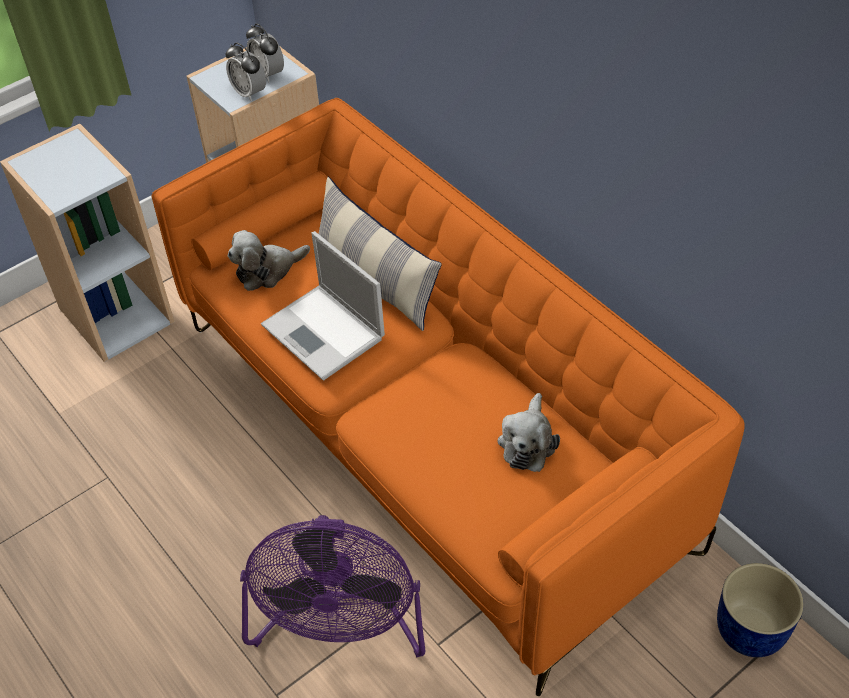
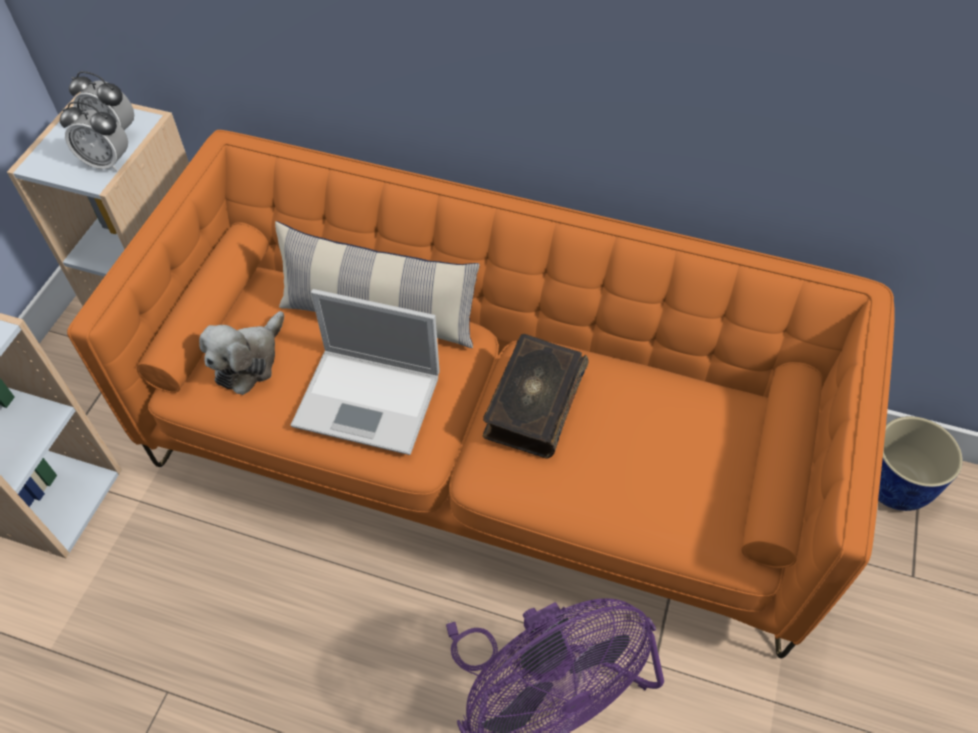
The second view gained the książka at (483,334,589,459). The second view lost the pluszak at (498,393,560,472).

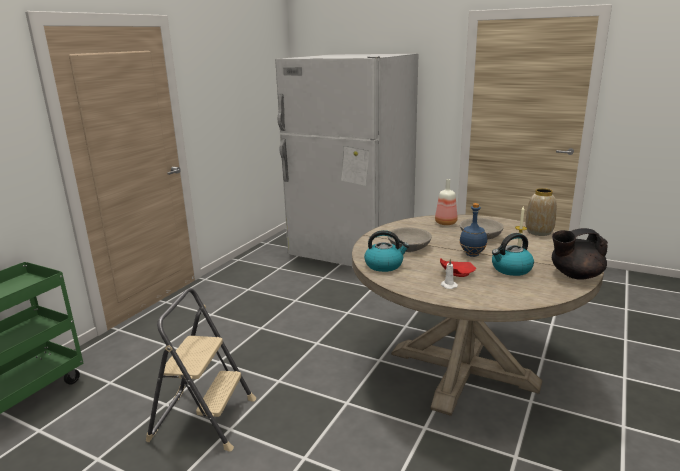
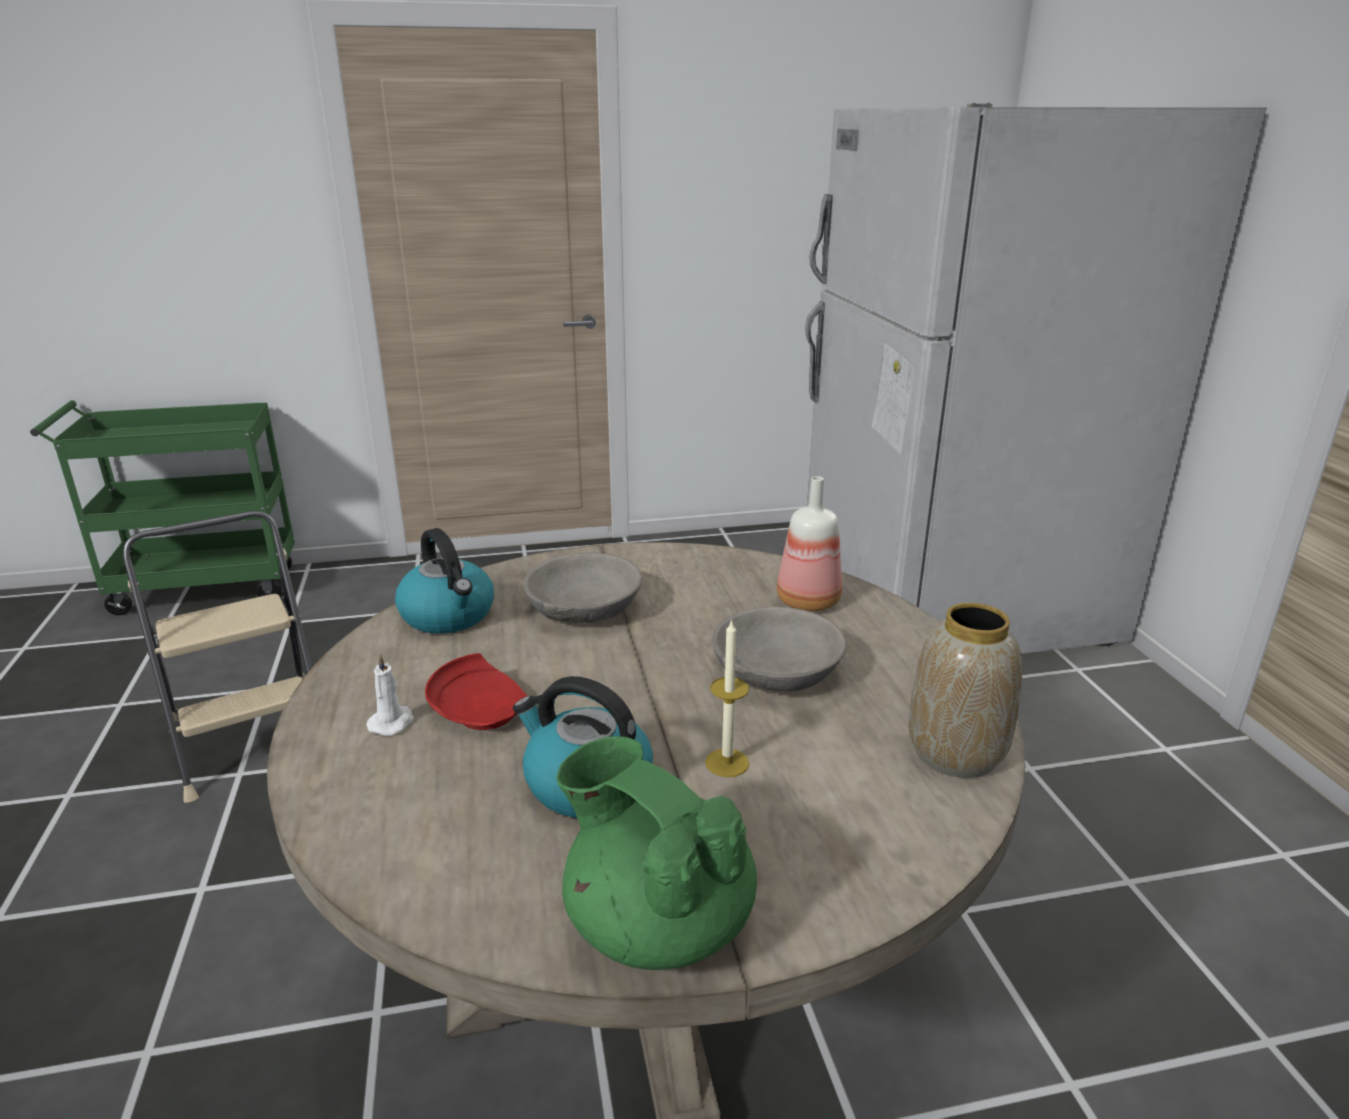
What was the imbryk [czarny] at (552,228,608,280) turned into the imbryk [zielony] at (556,736,757,970). The second view lost the butelka [niebieski] at (459,203,487,257).

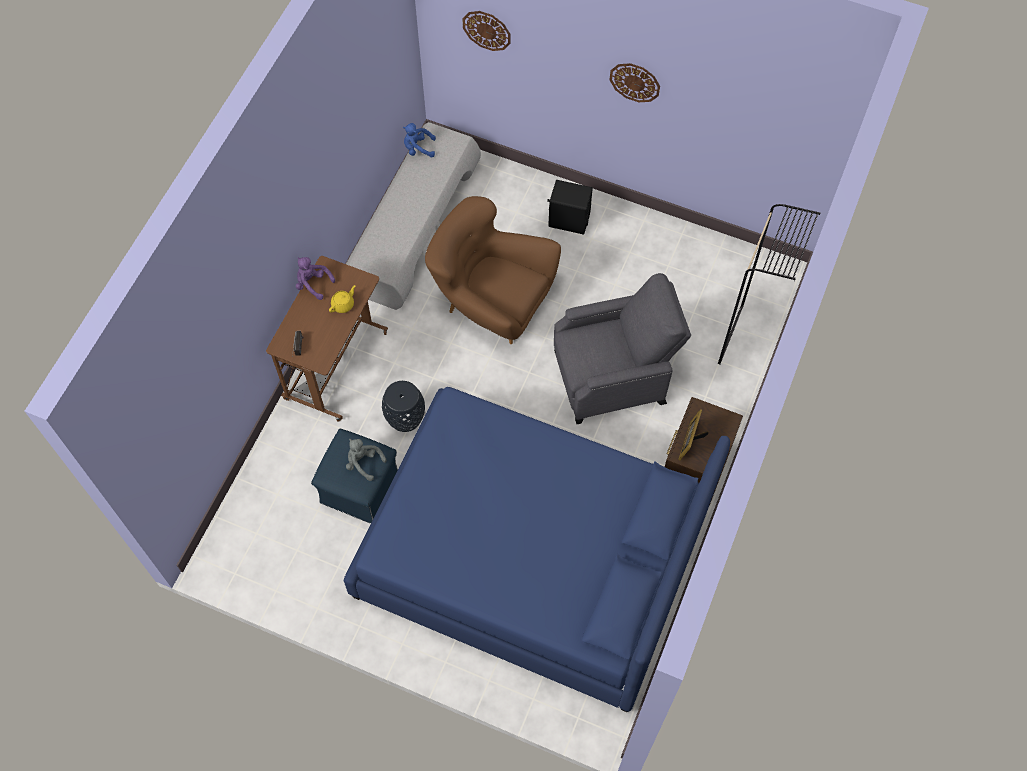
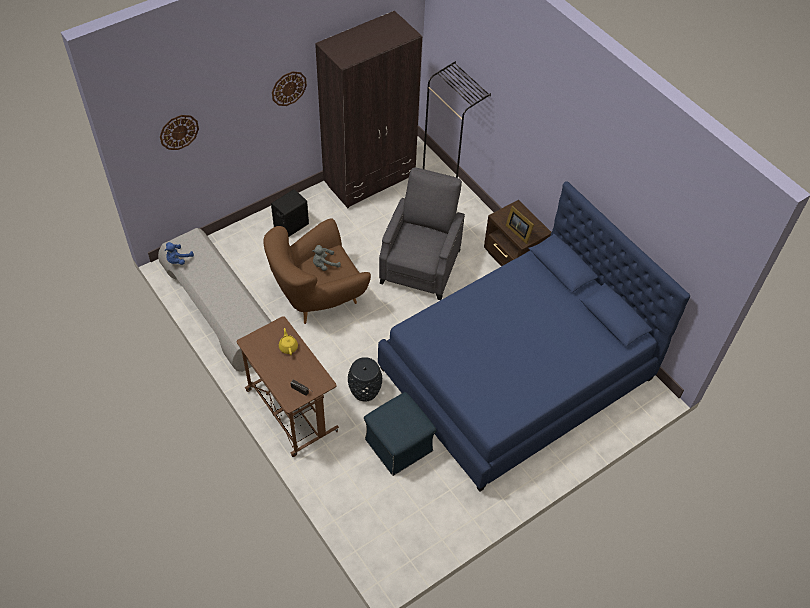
The pluszak [szary] ended up elsewhere, having gone from (346,439,387,481) to (312,245,341,271). The second view gained the szafa [brązowy] at (315,11,422,208). The second view lost the pluszak [fioletowy] at (296,257,335,300).

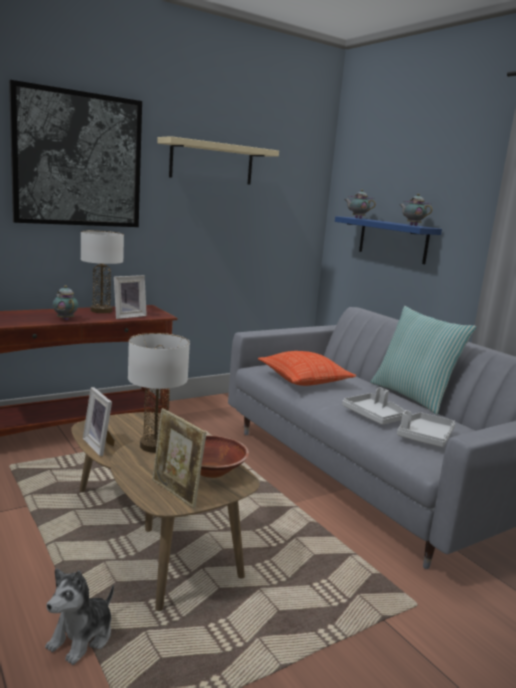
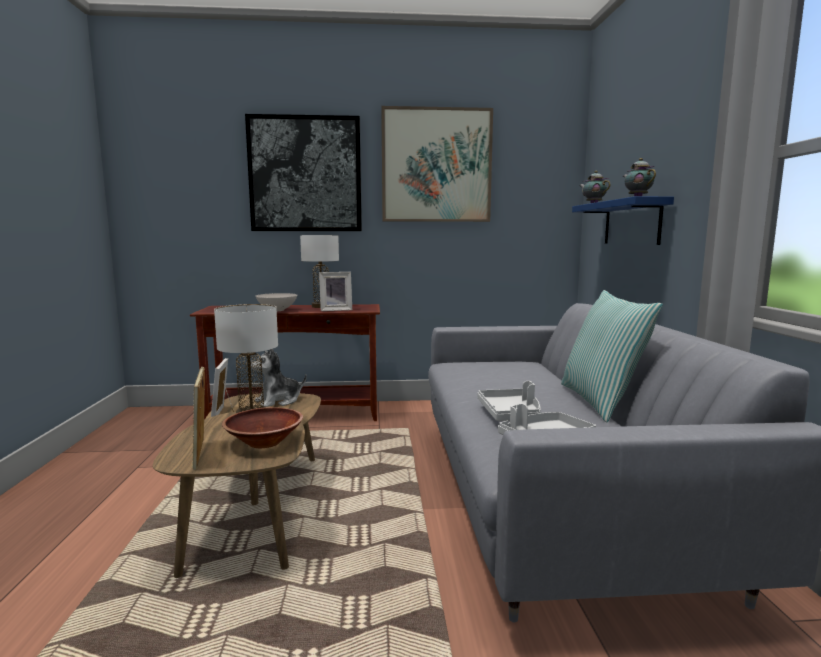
The pluszak ended up elsewhere, having gone from (45,569,114,665) to (251,349,307,407). Where the imbryk stood at (52,285,79,320), the miska [biały] came to stand at (256,293,297,311). Where the półka [beżowy] hung at (157,136,279,185), the obraz came to hang at (381,106,493,222). The second view lost the poduszka [pomarańczowy] at (258,351,356,386).

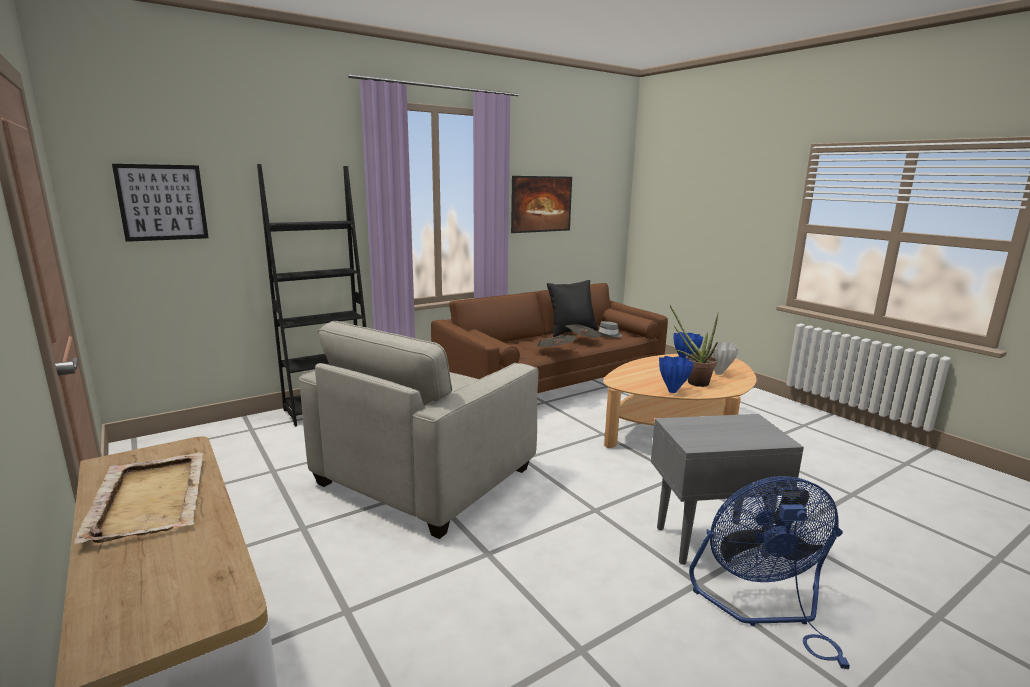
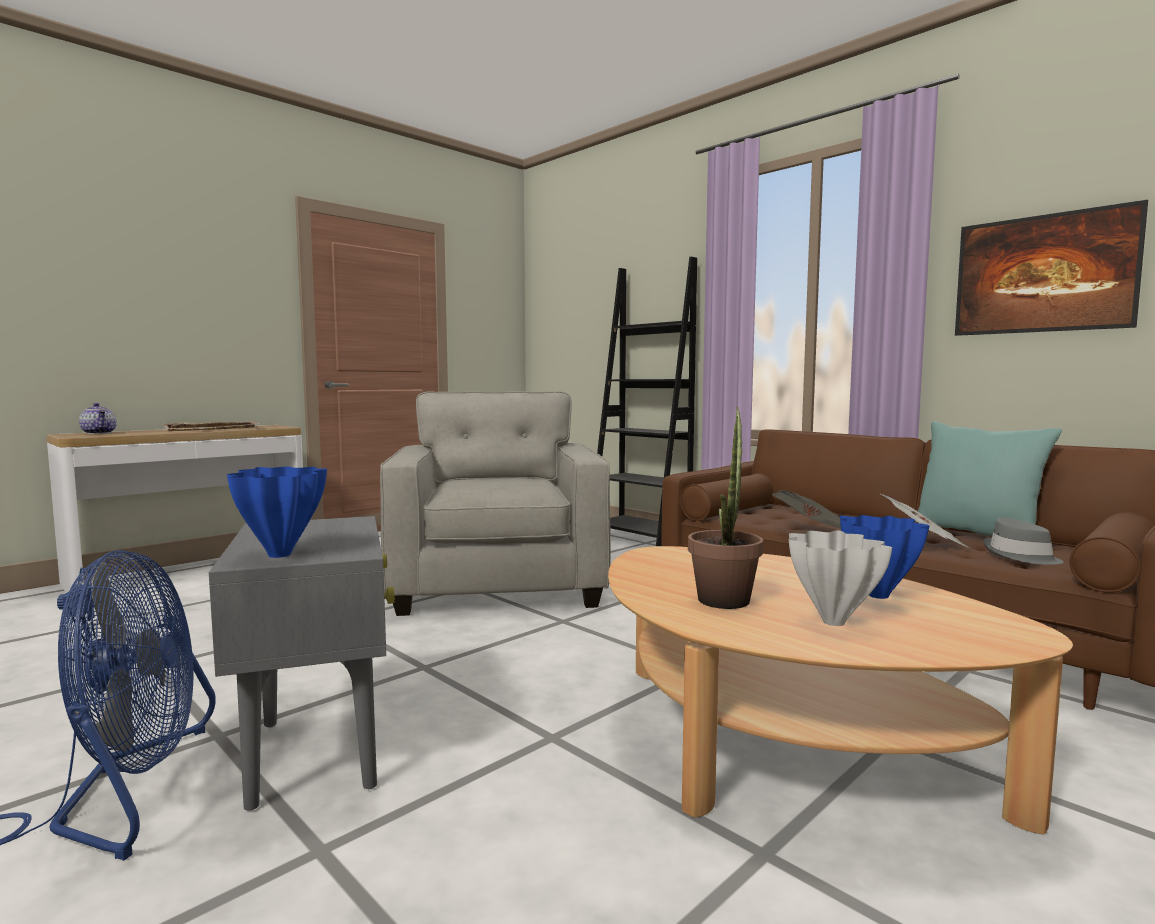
The second view gained the imbryk at (79,403,117,434). The wazon [niebieski] ended up elsewhere, having gone from (659,356,693,393) to (227,467,327,558). The fotel [szary] at (299,321,538,539) ended up facing another way, 60 degrees clockwise from before. What was the poduszka [czarny] at (547,280,598,337) turned into the poduszka [turkusowy] at (918,422,1062,536). The second view lost the obraz at (112,164,209,242).

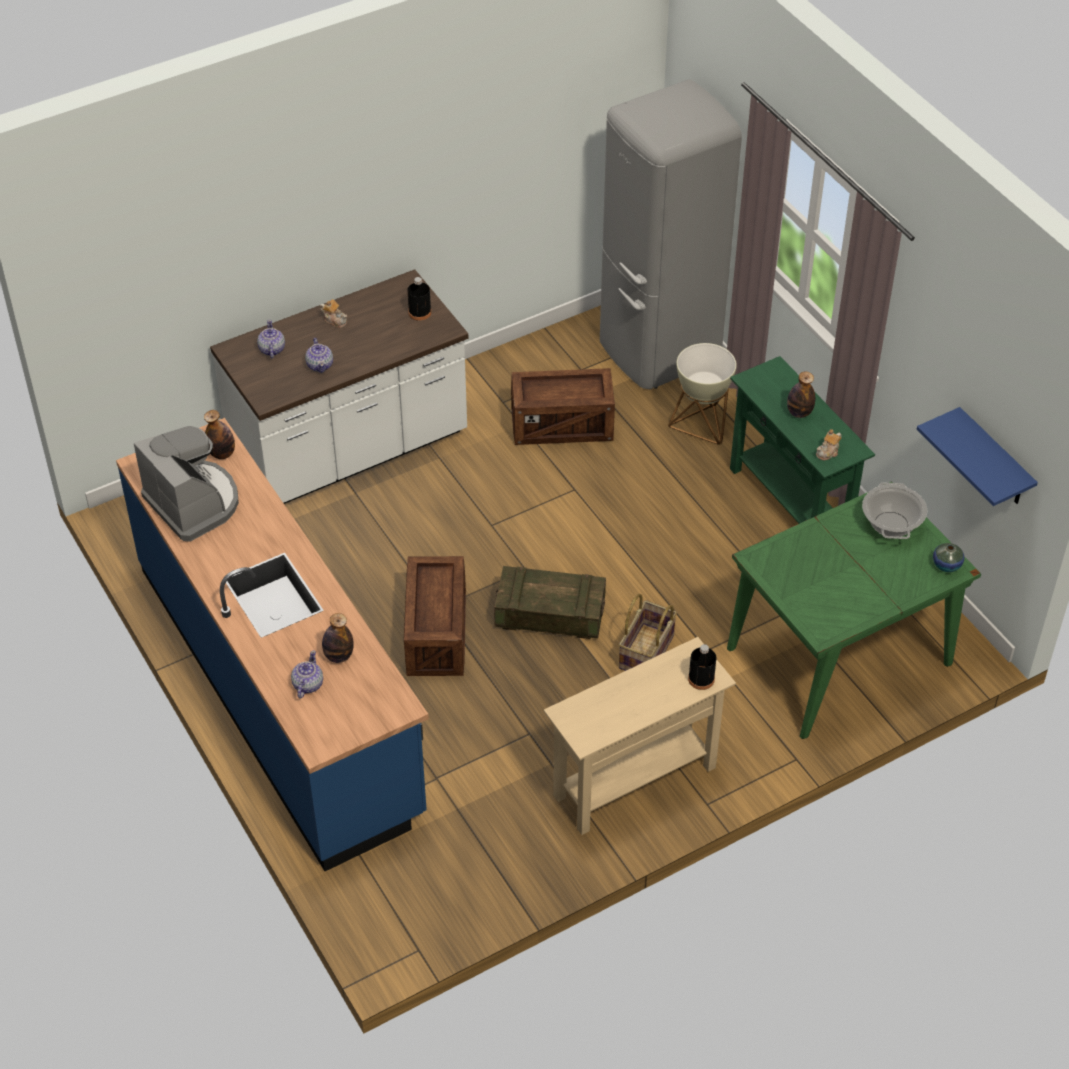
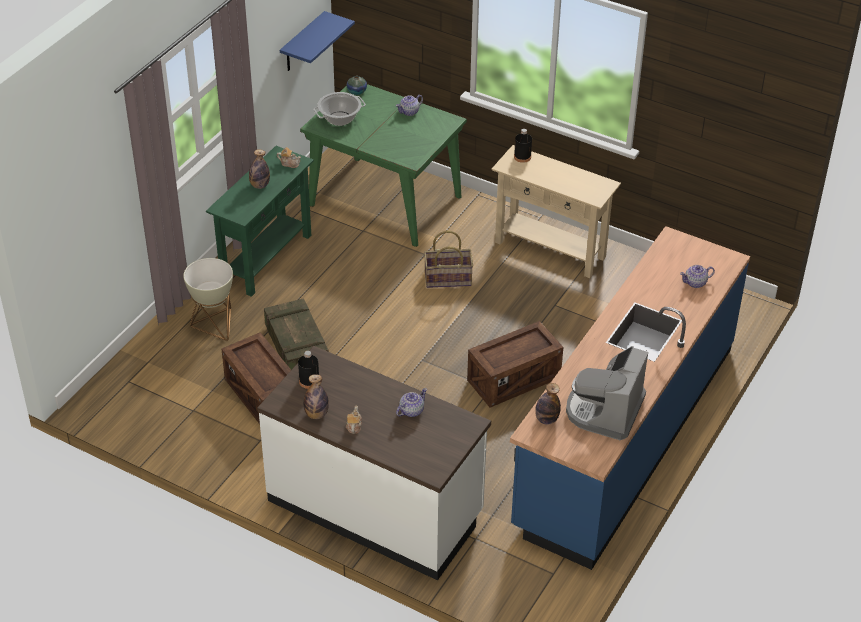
The skrzynka ended up elsewhere, having gone from (494,566,606,639) to (264,298,329,370). The butelka ended up elsewhere, having gone from (322,613,354,663) to (304,374,329,419). The imbryk ended up elsewhere, having gone from (257,320,285,358) to (396,95,423,116). The second view lost the lodówka [szary] at (600,79,742,389).

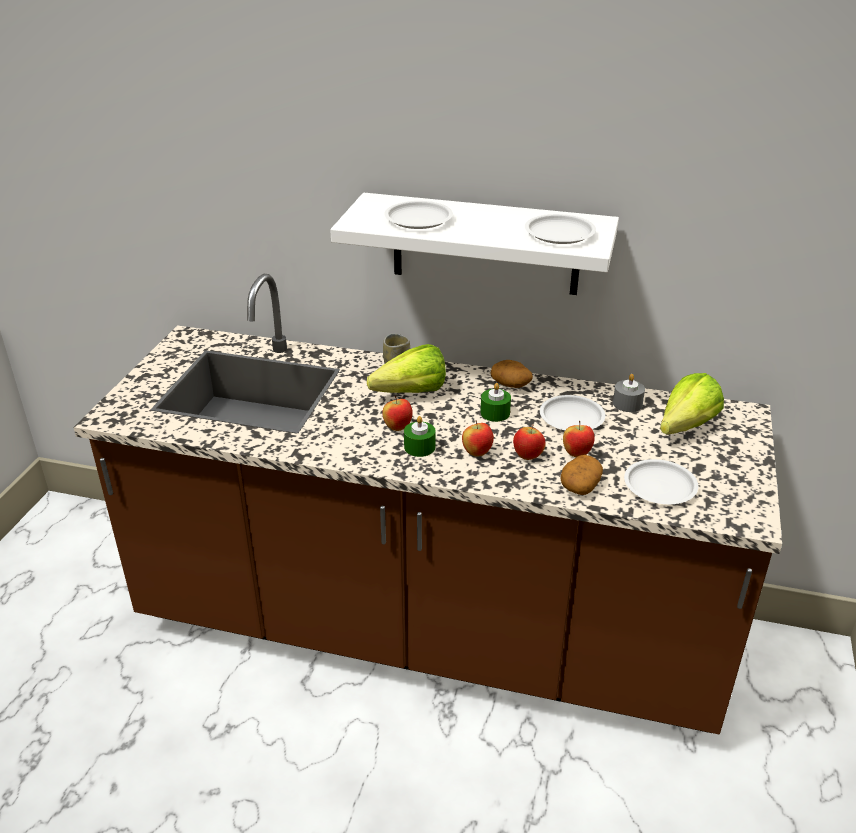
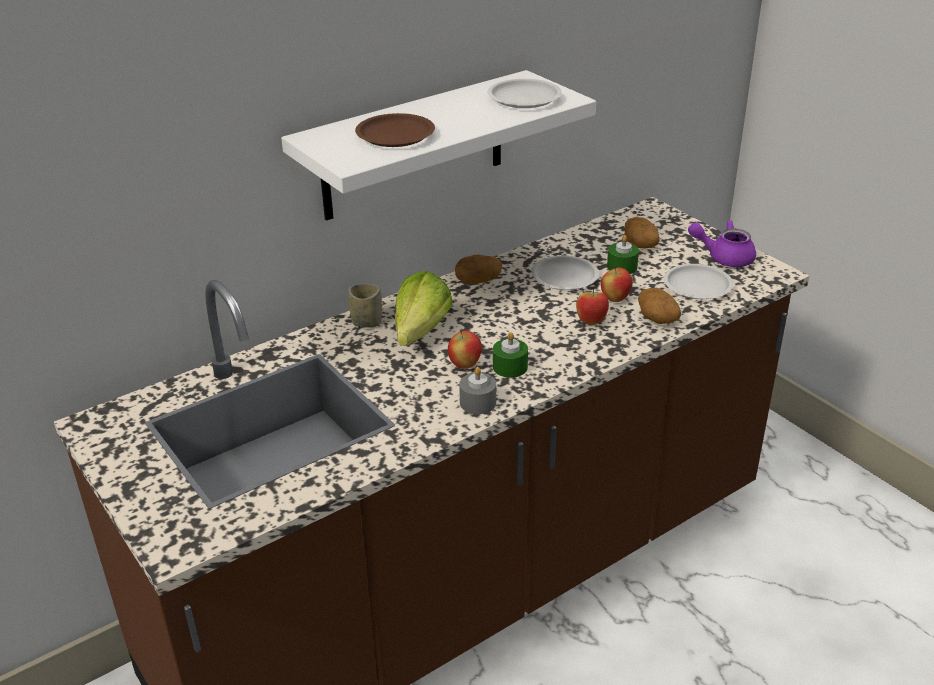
What was the talerz [biały] at (384,201,453,229) turned into the talerz [brązowy] at (355,113,435,147). The świeca [szary] ended up elsewhere, having gone from (613,374,645,412) to (459,367,496,414). The świeca [zielony] ended up elsewhere, having gone from (480,383,511,422) to (607,235,639,274). Where the sałata stood at (660,373,724,434), the ziemniak came to stand at (624,217,659,249). The second view gained the imbryk [fioletowy] at (688,220,756,267). The second view lost the jabłko at (462,420,494,457).

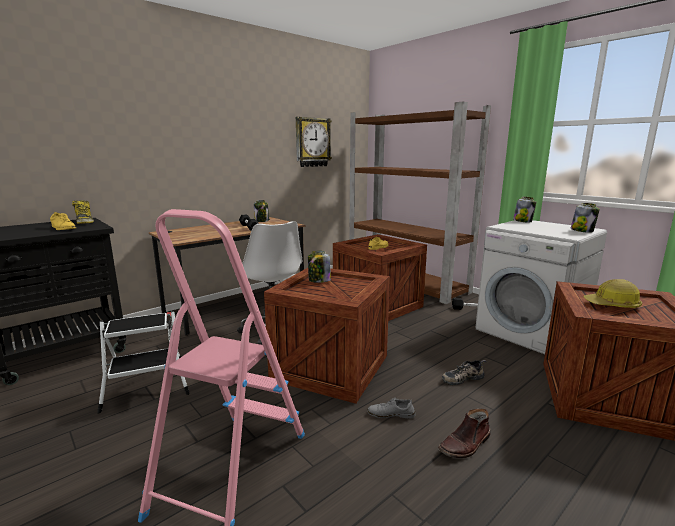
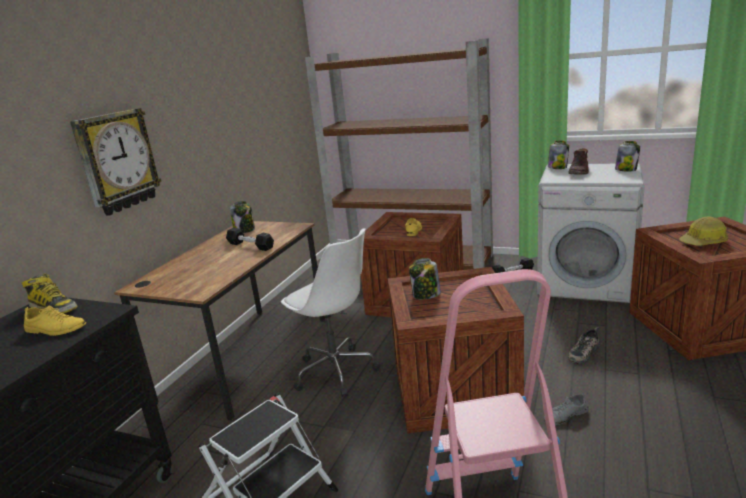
The zegar ścienny ended up elsewhere, having gone from (296,117,332,167) to (70,108,162,216). The but z cholewką [brązowy] ended up elsewhere, having gone from (438,409,490,458) to (568,148,589,175).

